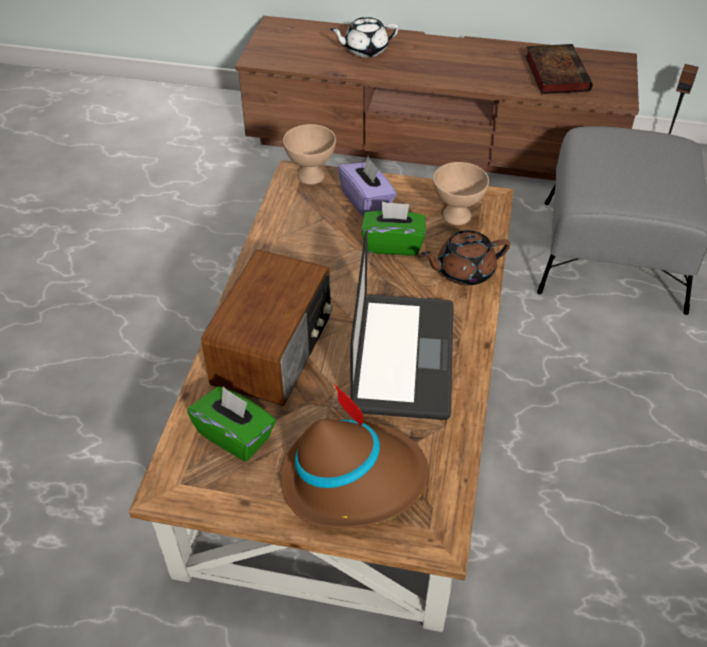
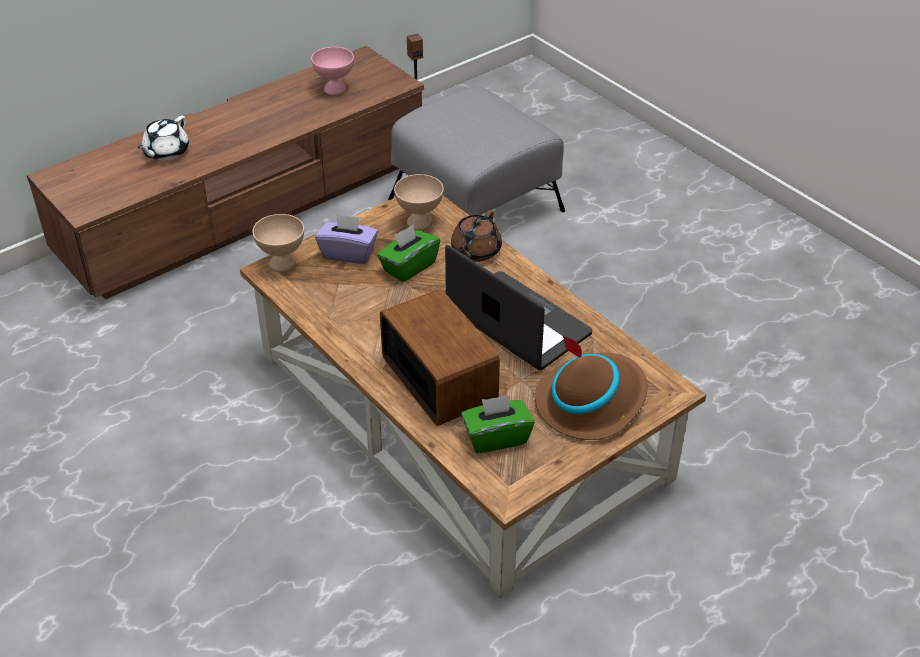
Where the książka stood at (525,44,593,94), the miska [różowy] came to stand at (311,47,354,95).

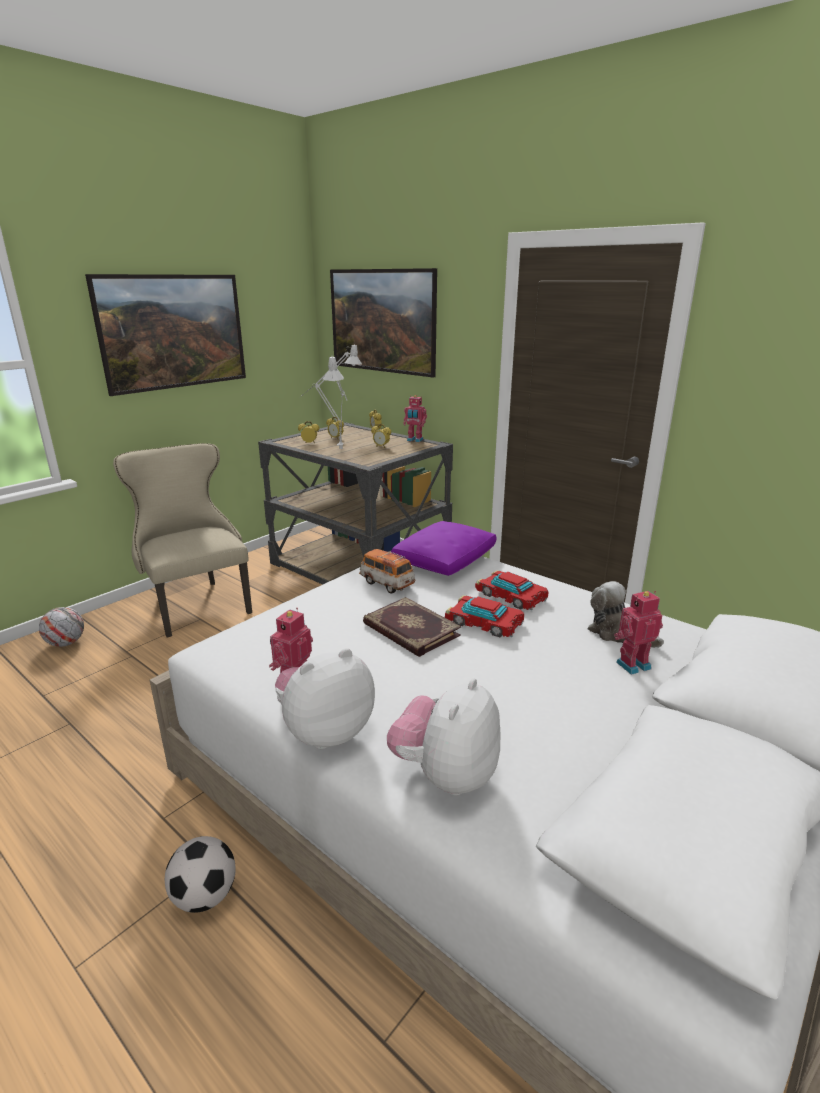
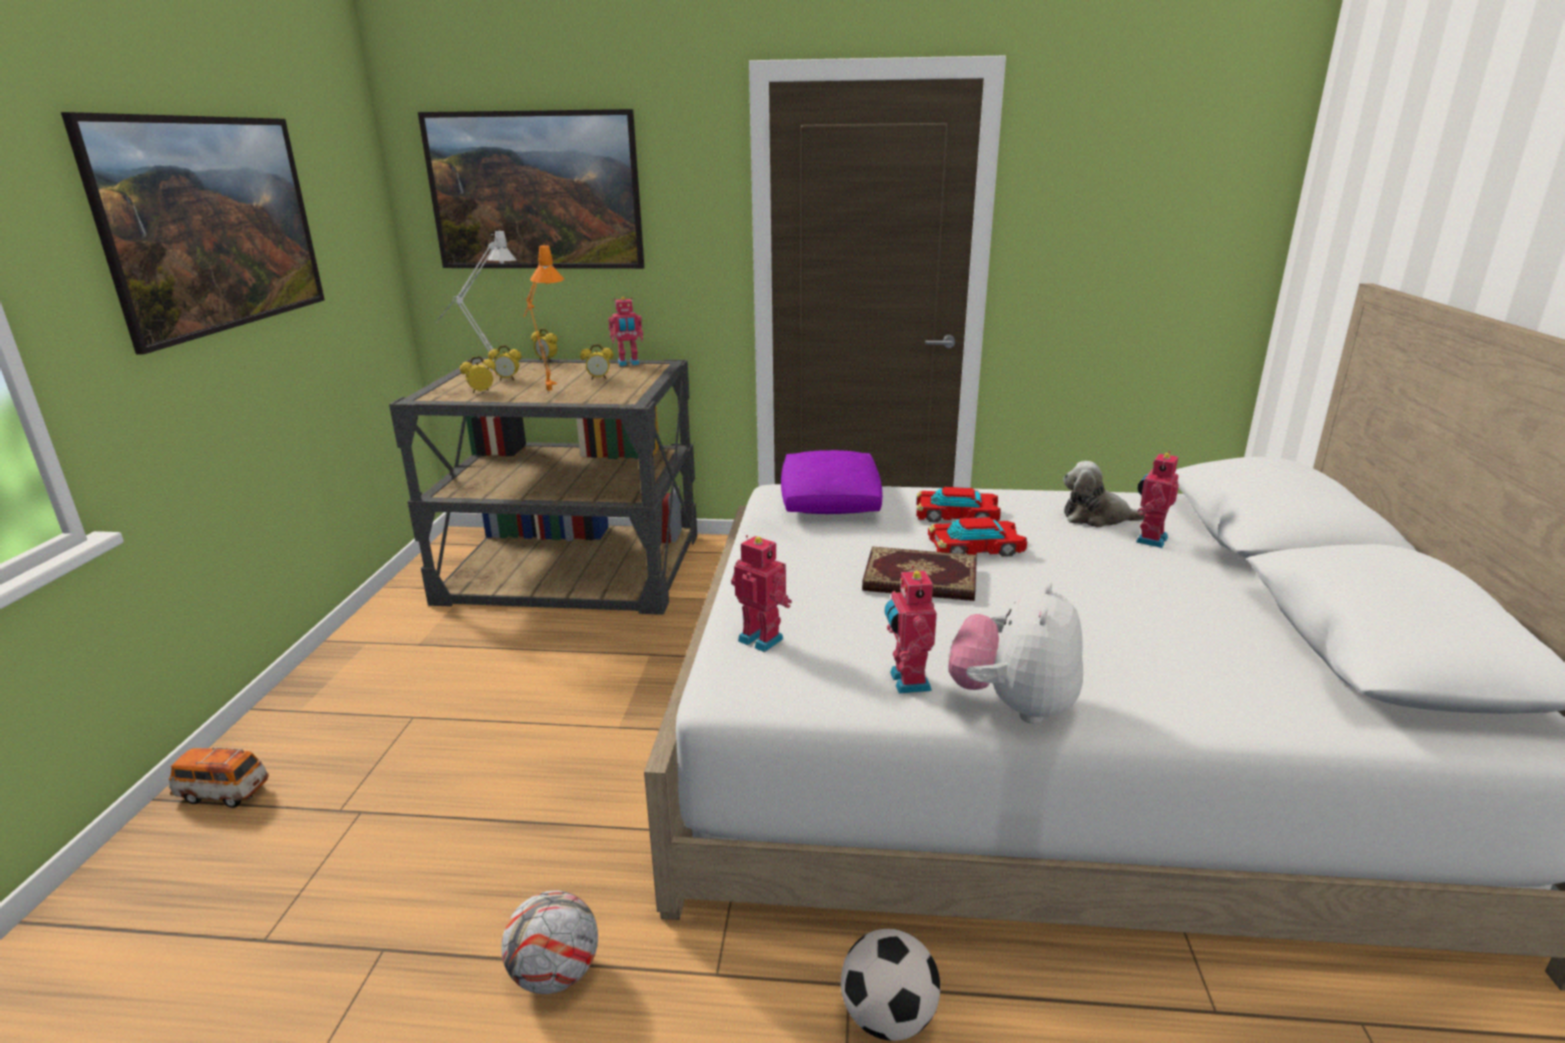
The samochodzik ended up elsewhere, having gone from (359,549,415,594) to (169,747,269,808). The piłka futbolowa ended up elsewhere, having gone from (39,607,84,647) to (501,891,598,994). What was the lampa stołowa [szary] at (323,357,347,449) turned into the lampa stołowa [pomarańczowy] at (523,243,564,391). The second view gained the robot zabawkowy at (731,535,792,652). The second view lost the krzesło [beżowy] at (113,443,252,638). The second view lost the pluszak at (387,678,500,795).

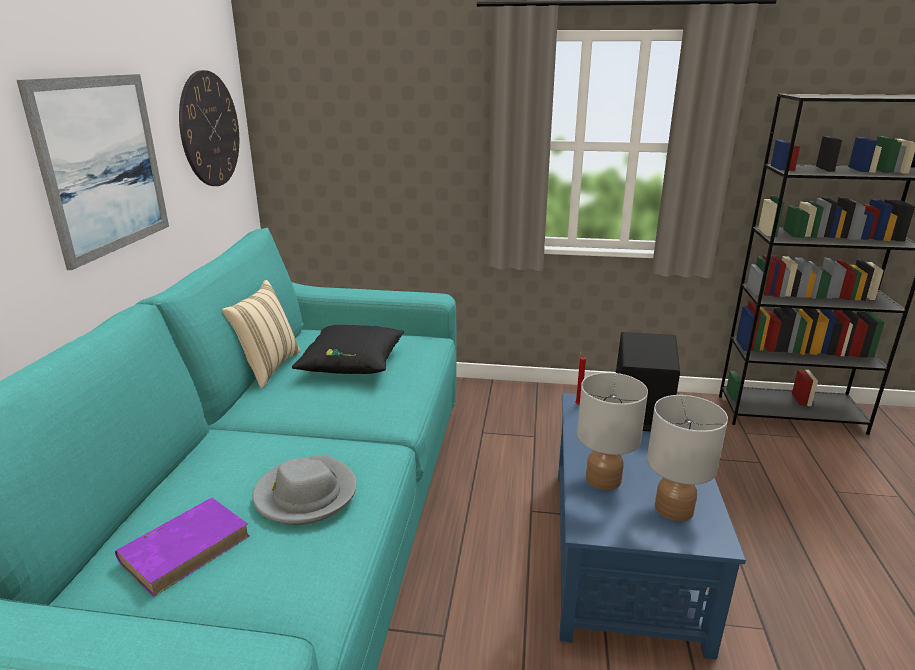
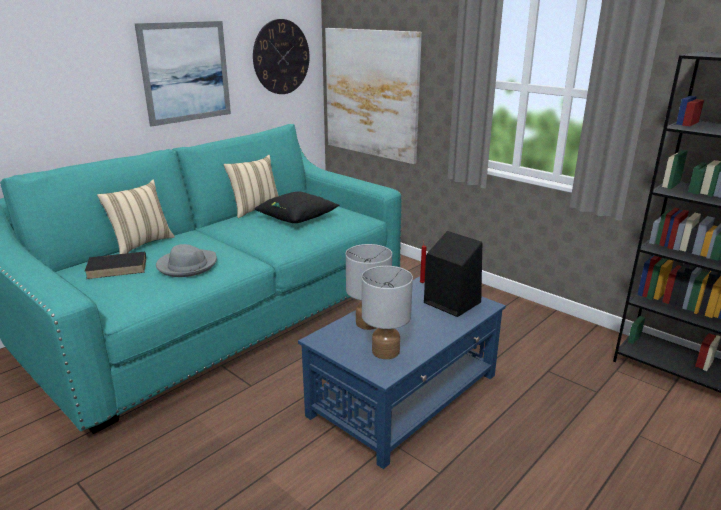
What was the książka [fioletowy] at (115,498,250,597) turned into the książka [czarny] at (84,252,146,279). The second view gained the poduszka [beżowy] at (97,180,175,254). The second view gained the obraz at (325,28,422,164).

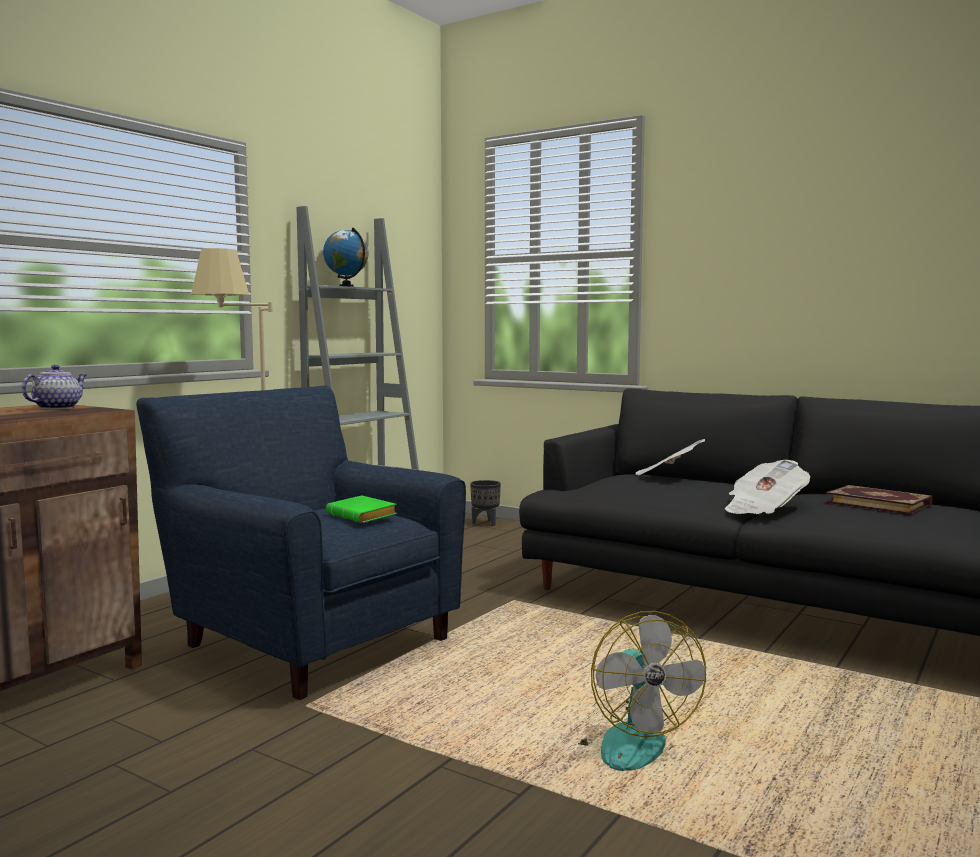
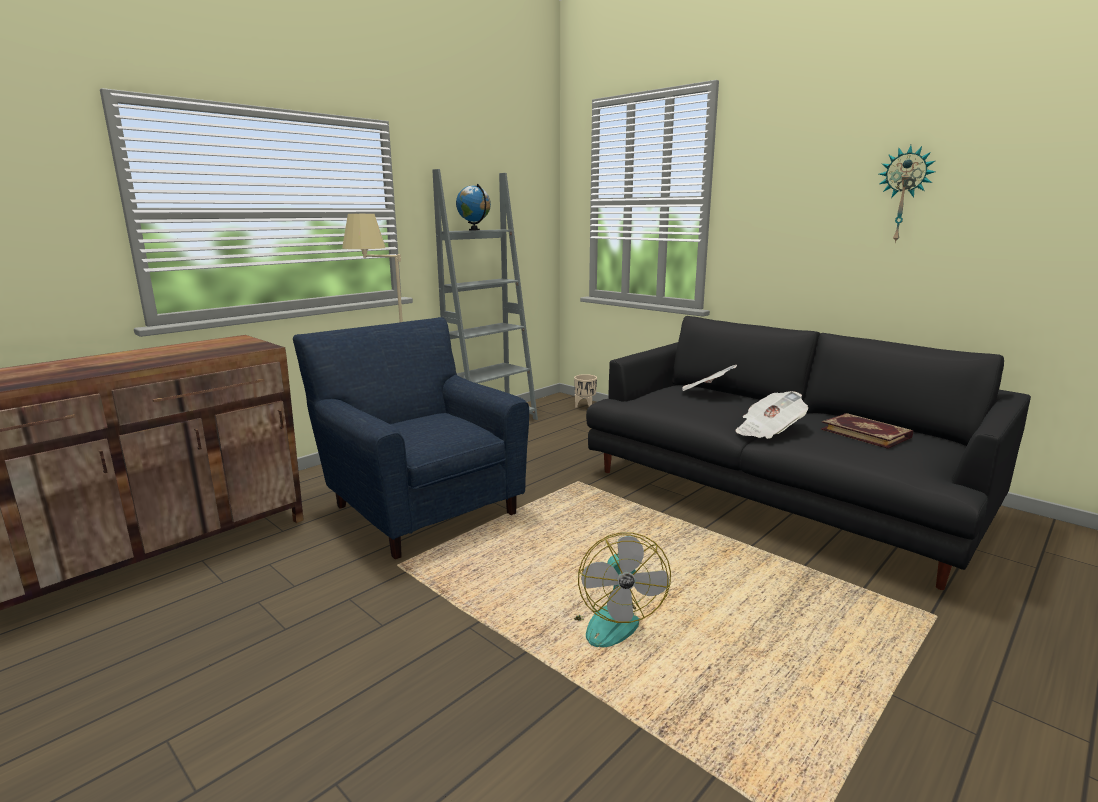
What was the donica [czarny] at (470,480,501,526) turned into the donica [beżowy] at (574,374,597,408). The second view gained the zegar ścienny at (879,145,936,244). The second view lost the imbryk at (22,365,87,409). The second view lost the książka [zielony] at (326,495,397,523).

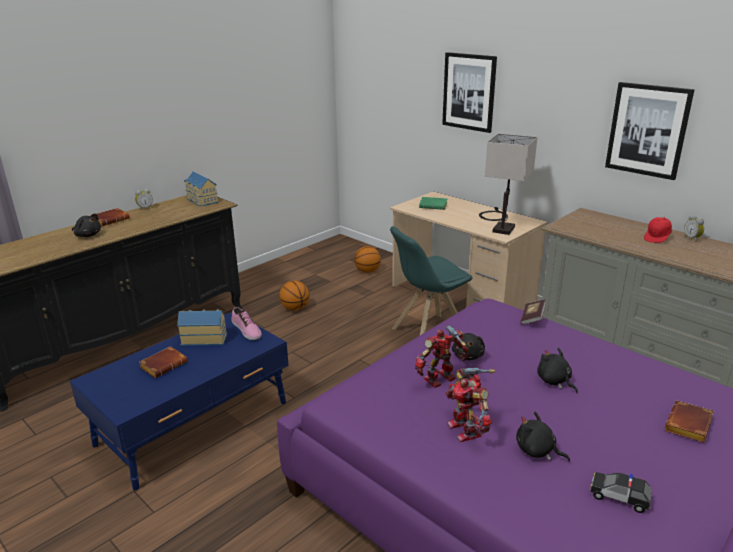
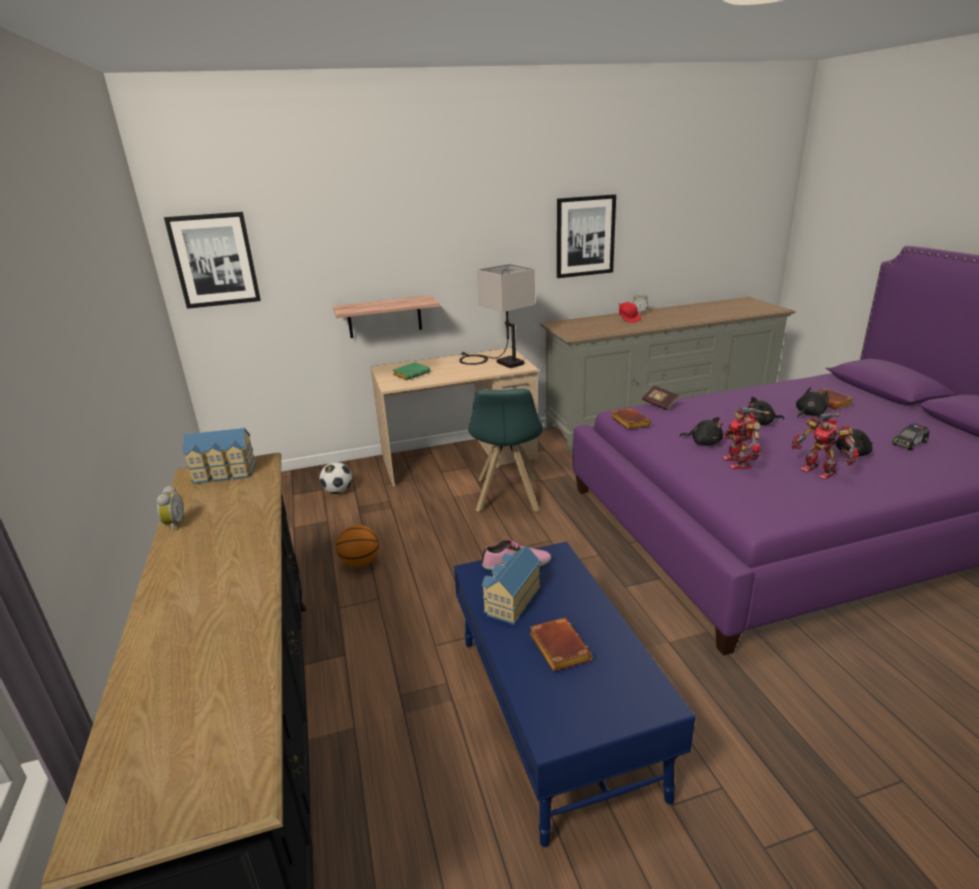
The obraz ended up elsewhere, having gone from (442,52,497,133) to (164,212,261,309). Where the piłka do koszykówki stood at (354,246,381,273), the piłka futbolowa came to stand at (320,462,352,494). The second view gained the półka at (333,295,439,338). The książka [brązowy] ended up elsewhere, having gone from (90,208,130,226) to (611,408,652,429). The robot zabawkowy at (446,368,495,442) ended up facing another way, 45 degrees clockwise from before. The pluszak [czarny] ended up elsewhere, having gone from (72,213,101,237) to (796,387,828,418).

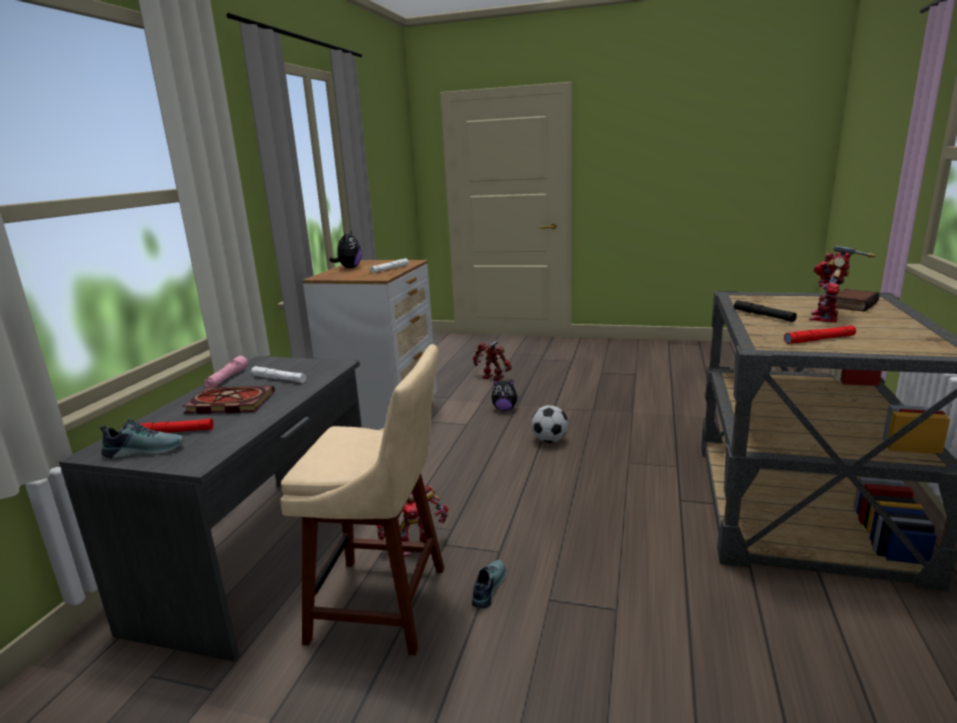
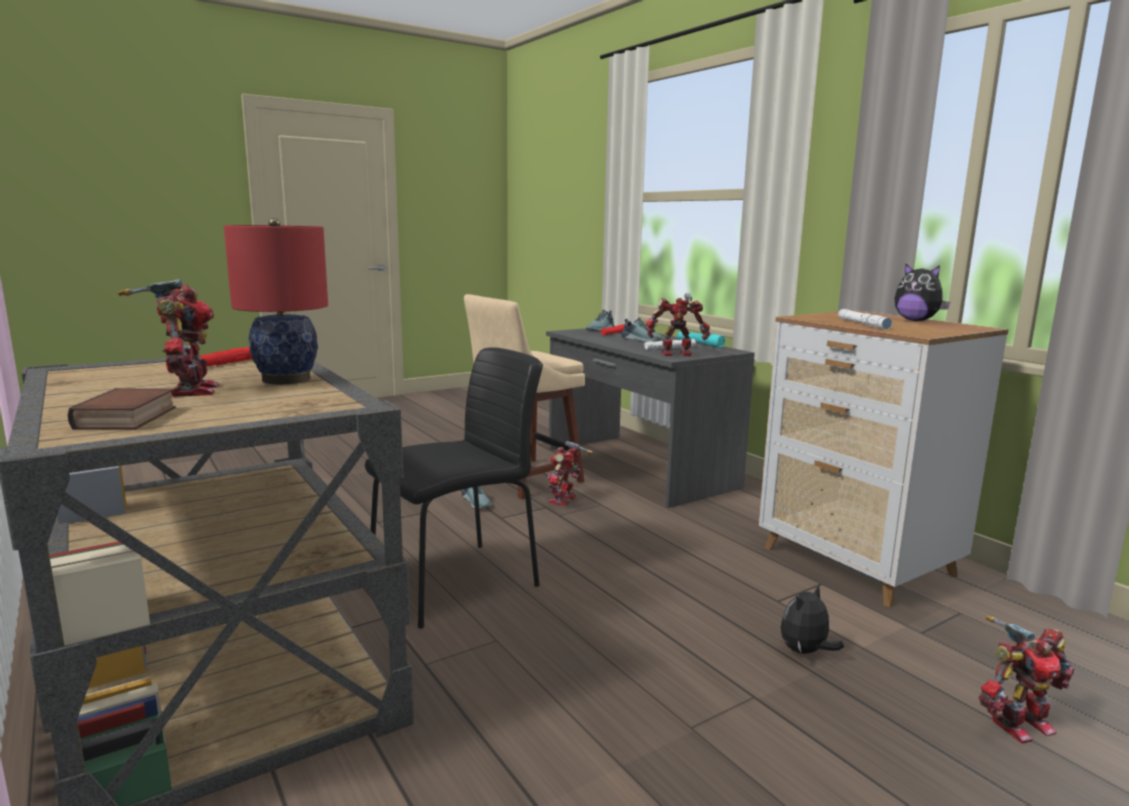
Where the latarka [czarny] stood at (734,300,797,322), the lampa stołowa [czerwony] came to stand at (224,218,328,384). The second view gained the krzesło [czarny] at (365,347,543,629). Where the książka stood at (182,386,275,414), the but came to stand at (621,318,662,342). The second view gained the robot zabawkowy at (645,293,710,356). What was the latarka [różowy] at (204,356,248,387) turned into the latarka [turkusowy] at (677,331,725,348). The second view lost the piłka futbolowa at (531,405,568,443).

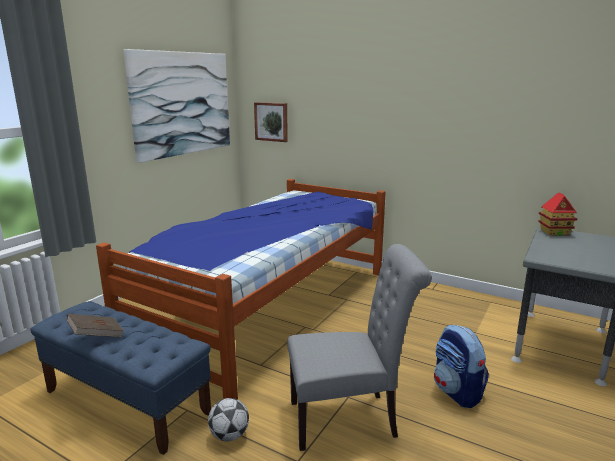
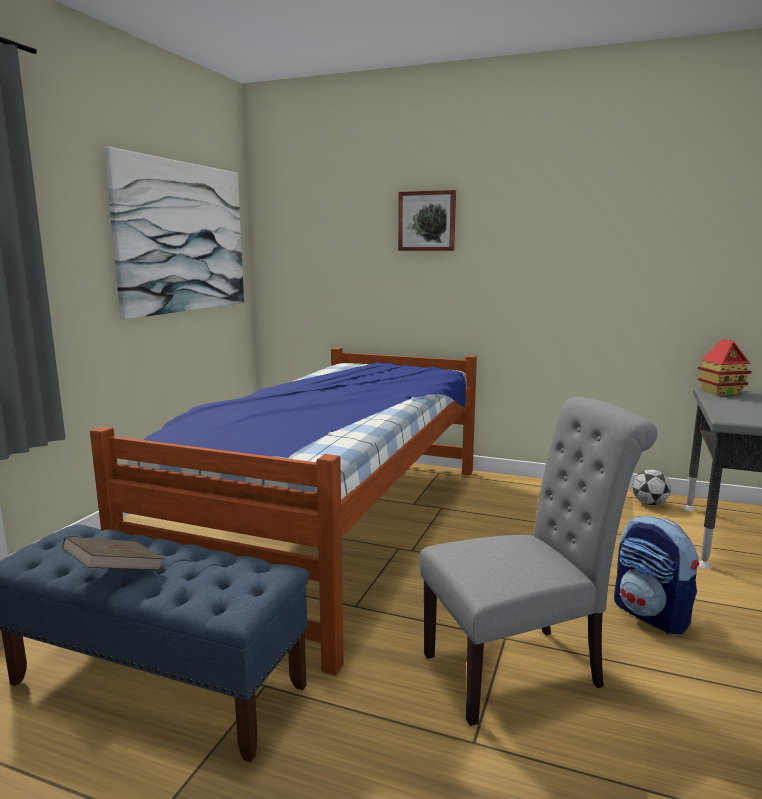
The obraz ended up elsewhere, having gone from (254,102,288,142) to (398,190,456,251). The piłka futbolowa ended up elsewhere, having gone from (208,398,249,441) to (632,469,671,505).

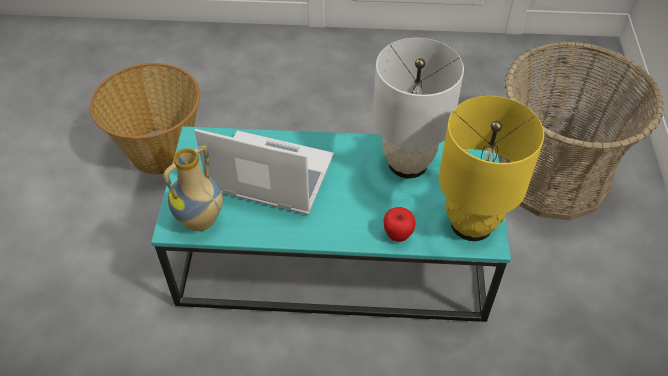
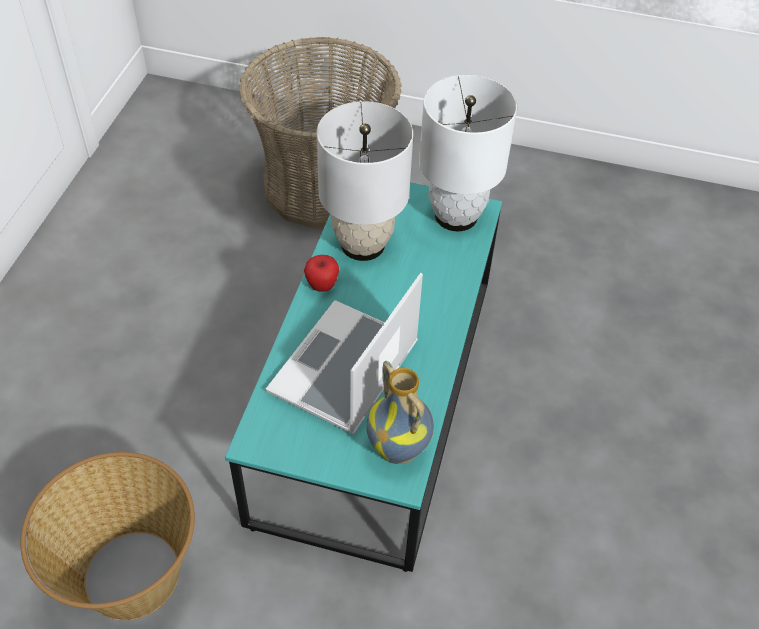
The jabłko ended up elsewhere, having gone from (383,207,416,242) to (304,255,339,292). What was the lampa stołowa [żółty] at (439,96,544,241) turned into the lampa stołowa [biały] at (419,75,517,231).

